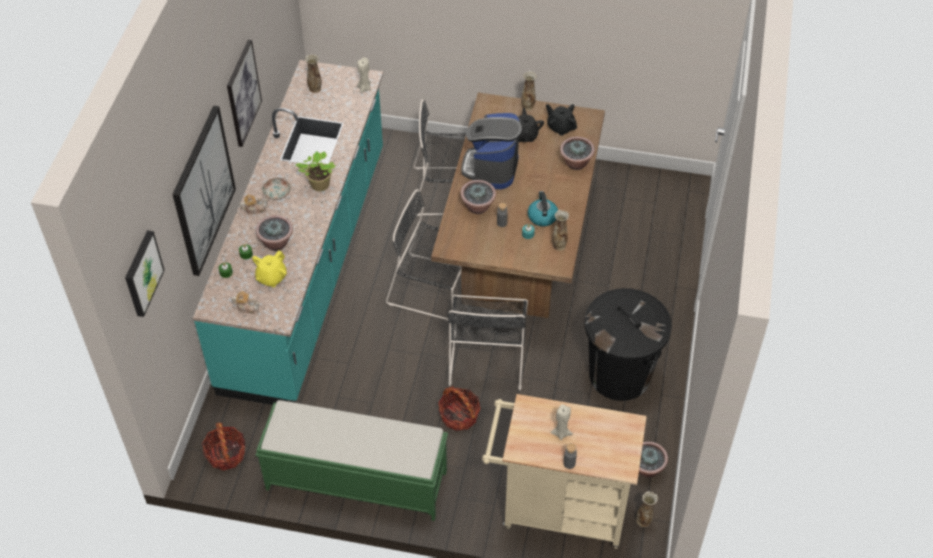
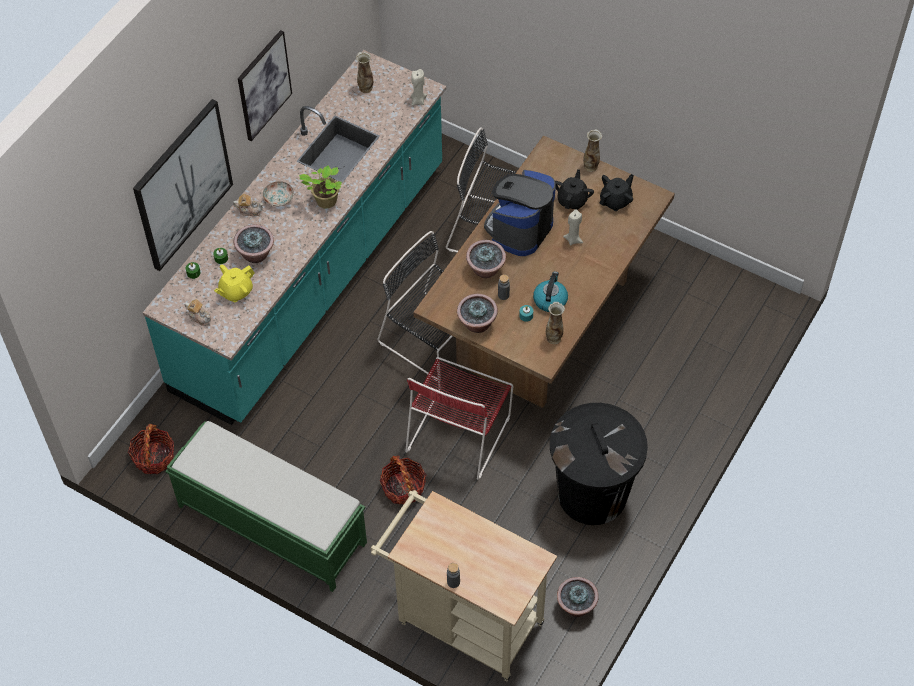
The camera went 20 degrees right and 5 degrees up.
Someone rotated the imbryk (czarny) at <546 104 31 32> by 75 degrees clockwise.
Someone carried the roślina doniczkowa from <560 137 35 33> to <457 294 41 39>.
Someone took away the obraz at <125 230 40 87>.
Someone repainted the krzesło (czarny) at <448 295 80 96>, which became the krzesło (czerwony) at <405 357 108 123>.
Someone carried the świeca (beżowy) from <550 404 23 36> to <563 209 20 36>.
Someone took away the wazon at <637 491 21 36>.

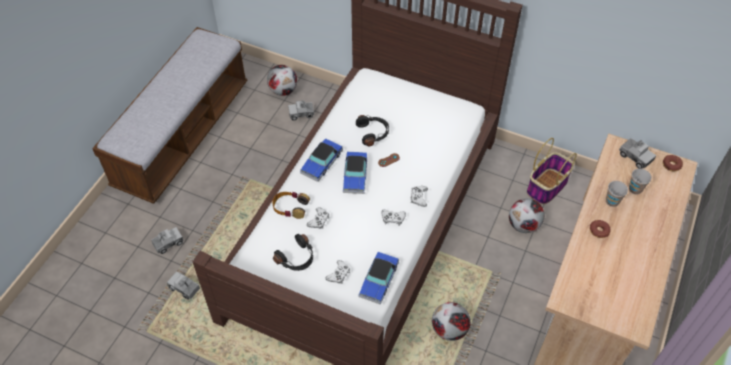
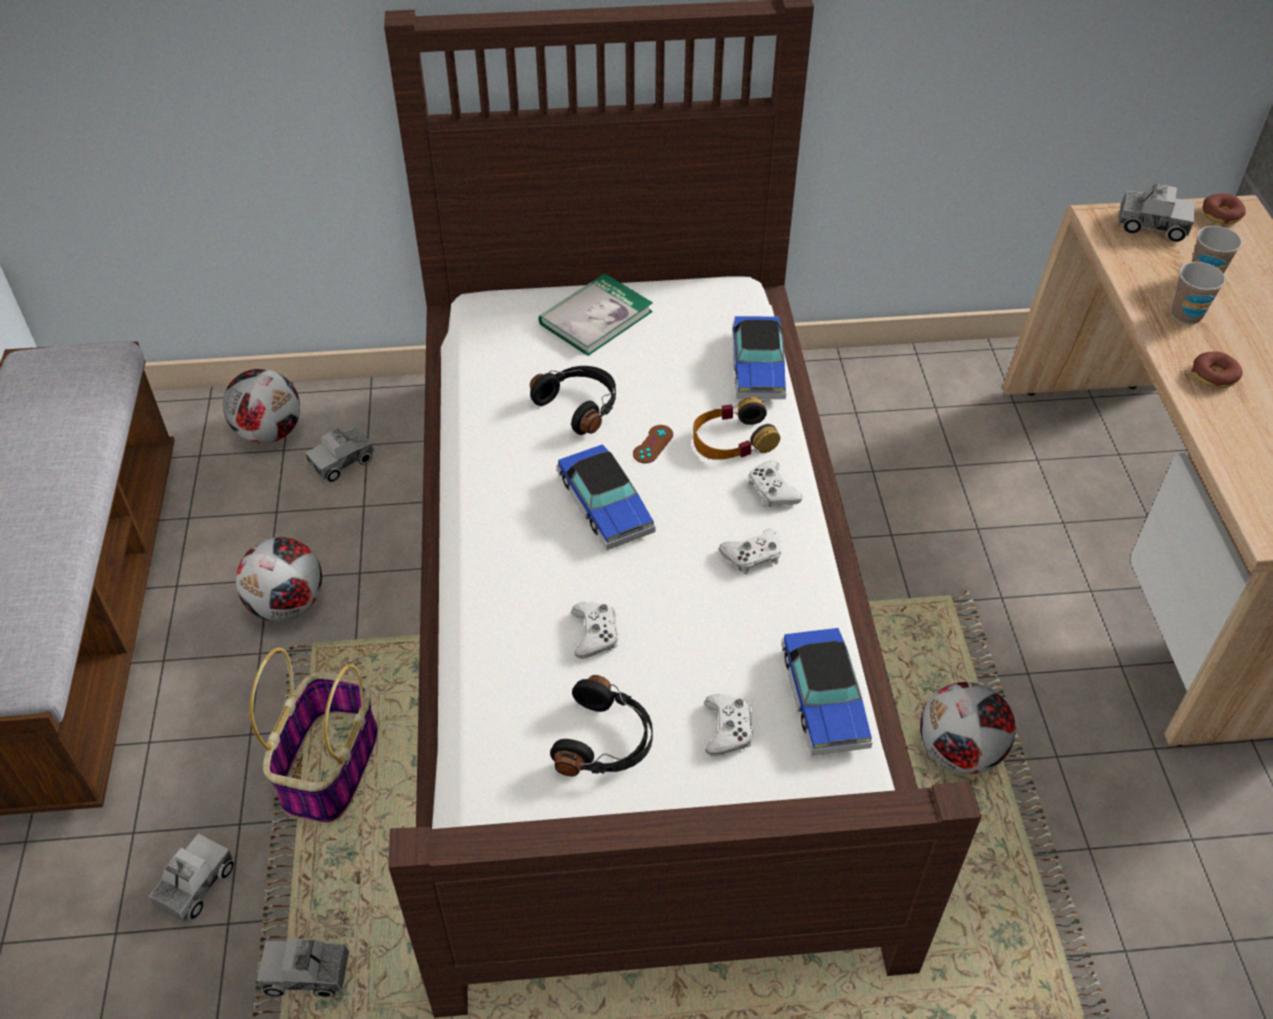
The camera went 30 degrees left and 5 degrees down.
Someone carried the koszyk from <527 138 50 67> to <249 648 129 175>.
Someone carried the samochodzik from <300 139 43 43> to <733 316 53 83>.
Someone carried the słuchawki from <272 192 38 27> to <693 397 87 63>.
Someone carried the piłka futbolowa from <509 198 35 35> to <236 537 86 85>.
Someone put down the książka at <539 273 114 83>.

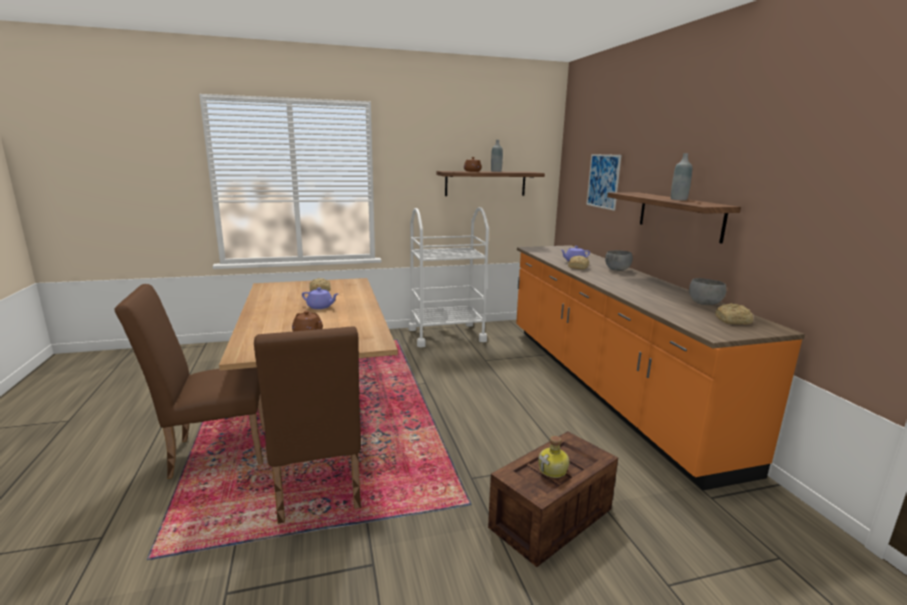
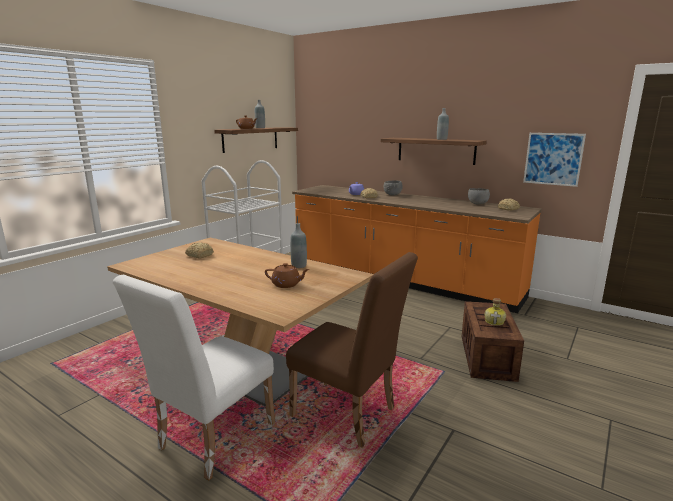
The camera went 40 degrees left and 0 degrees up.
Someone carried the obraz from <586 154 35 57> to <523 133 63 54>.
Someone repainted the krzesło (brązowy) at <114 284 151 195>, which became the krzesło (biały) at <113 275 162 206>.
Someone took away the imbryk (fioletowy) at <302 287 36 22>.
Someone put down the butelka (szary) at <290 223 17 45>.

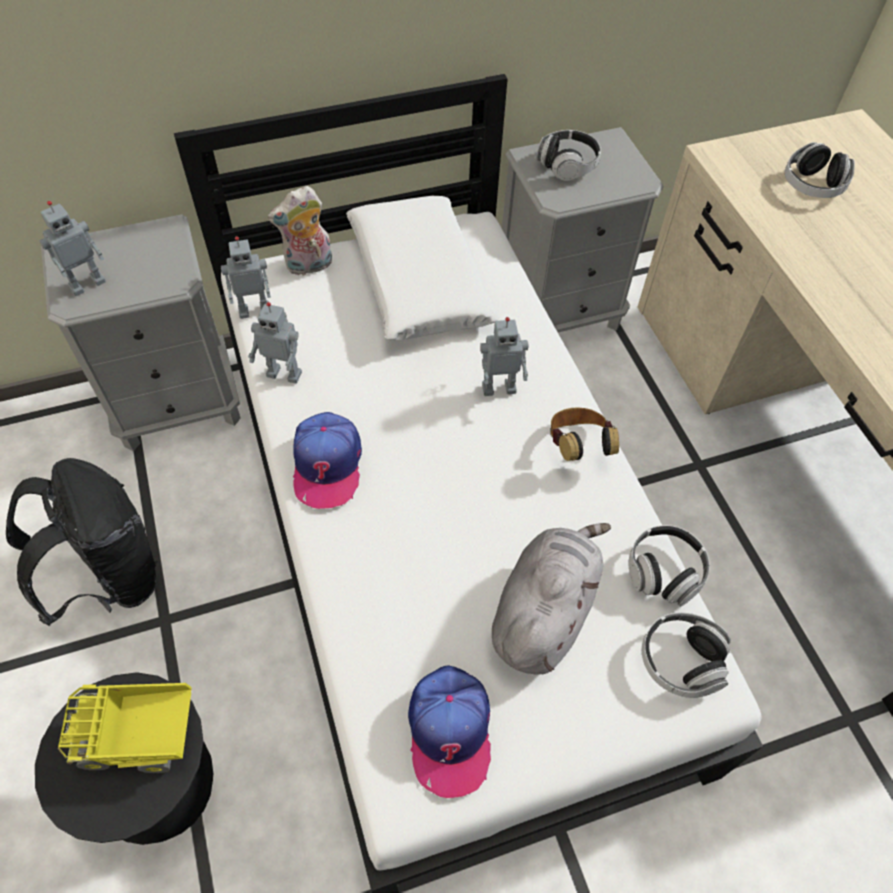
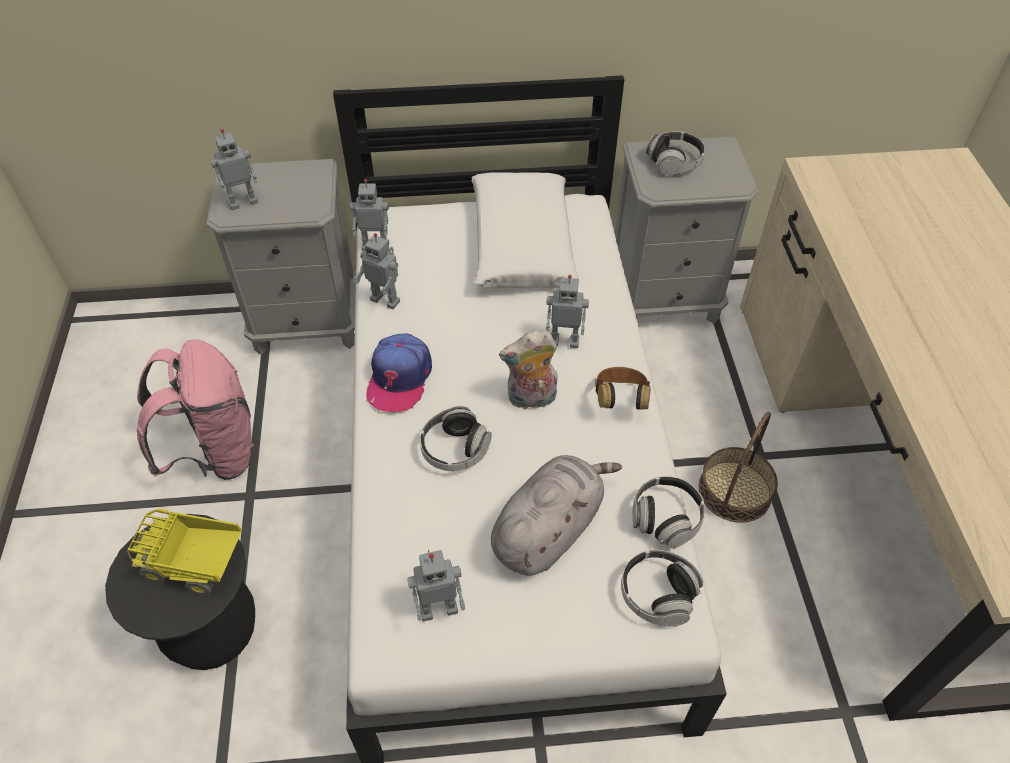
The camera went 15 degrees right and 5 degrees down.
Someone carried the słuchawki from <785 142 70 56> to <420 406 72 65>.
Someone carried the pluszak from <268 186 64 90> to <499 330 59 81>.
Someone repainted the plecak (czarny) at <6 458 151 168>, which became the plecak (różowy) at <137 339 117 141>.
Someone swapped the czapka z daszkiem at <408 665 83 133> for the robot zabawkowy at <408 550 57 71>.
Someone put down the koszyk at <699 412 79 111>.

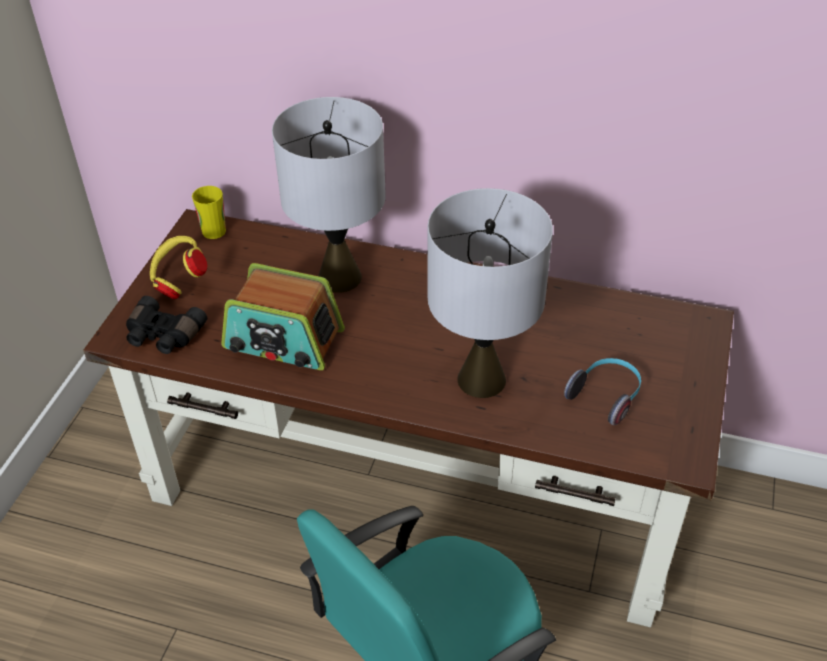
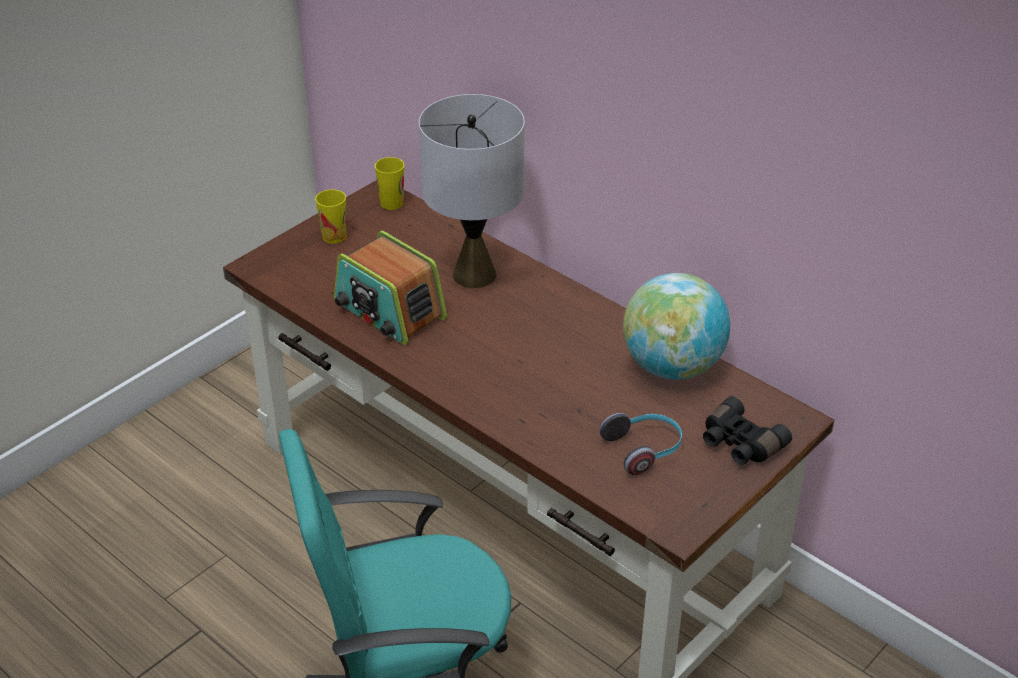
The camera went 25 degrees right and 5 degrees down.
Someone took away the lampa stołowa (szary) at <427 188 126 210>.
Someone swapped the słuchawki (żółty) at <150 236 57 63> for the filiżanka at <315 189 31 55>.
Someone carried the lornetka (czarny) from <126 296 81 58> to <703 396 89 69>.
Someone put down the globus at <623 273 107 107>.

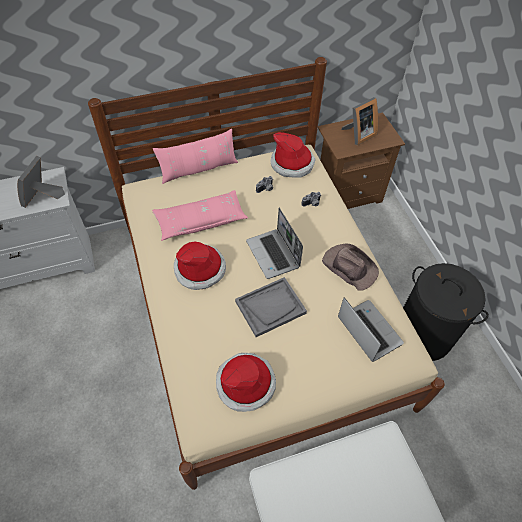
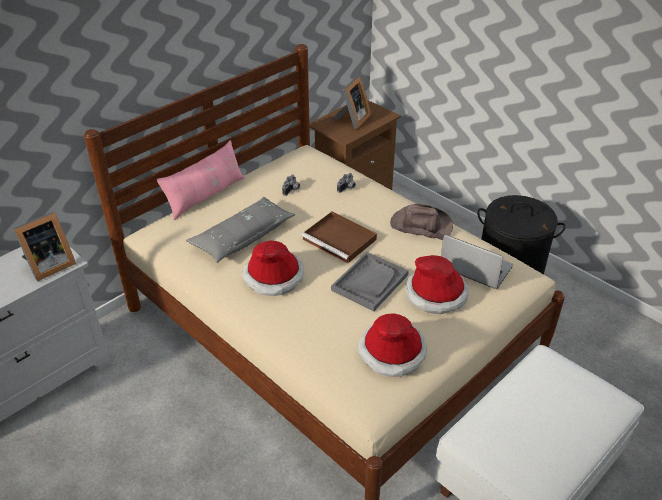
The camera went 25 degrees left and 15 degrees down.
Someone carried the kapelusz from <270 132 46 45> to <406 255 63 59>.
Someone rotated the ramka na zdjęcie at <17 156 48 52> by 120 degrees counterclockwise.
Someone repainted the poduszka (różowy) at <152 190 96 51>, which became the poduszka (szary) at <186 197 109 66>.
Someone swapped the laptop at <246 208 57 71> for the taca (brązowy) at <302 212 75 51>.

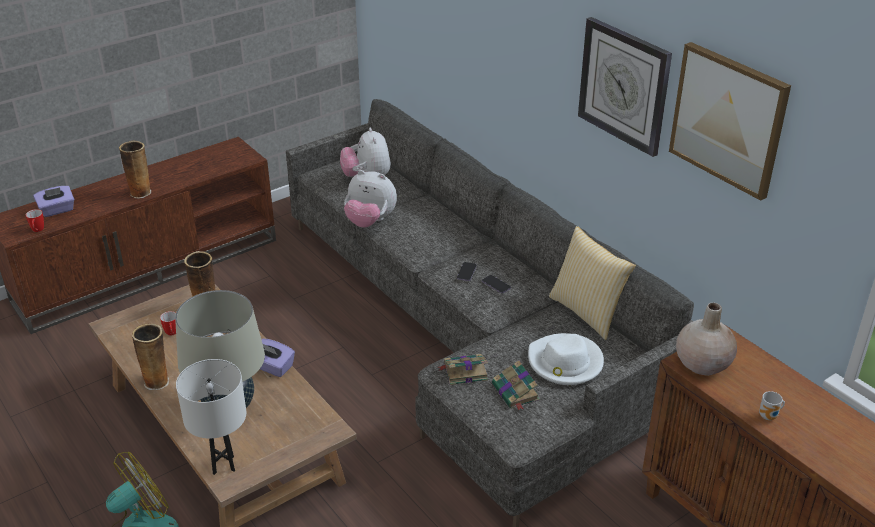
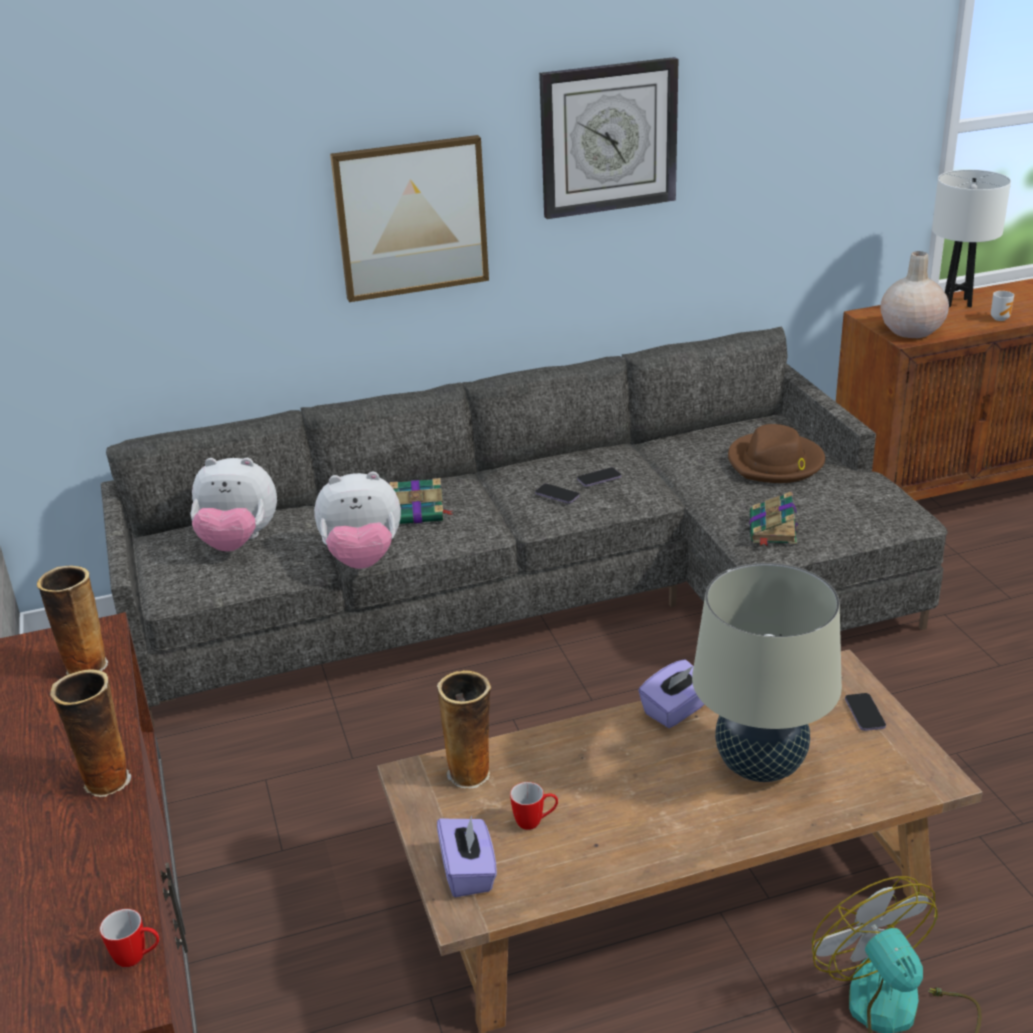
The camera went 70 degrees left and 5 degrees down.
Someone carried the obraz from <669 42 122 159> to <330 135 159 167>.
Someone rotated the pluszak at <344 170 53 58> by 45 degrees clockwise.
Someone carried the pudełko chusteczek (fioletowy) from <33 186 41 31> to <437 815 60 82>.
Someone took away the poduszka at <549 226 87 114>.
Someone carried the wazon from <132 324 37 66> to <37 566 71 109>.
Someone repainted the kapelusz (biały) at <528 333 76 52>, which became the kapelusz (brązowy) at <728 424 97 59>.
Someone carried the lampa stołowa (biały) from <176 359 70 116> to <932 170 79 138>.
Someone carried the książka from <492 360 47 50> to <389 478 64 46>.
Someone put down the telefon at <845 693 41 38>.

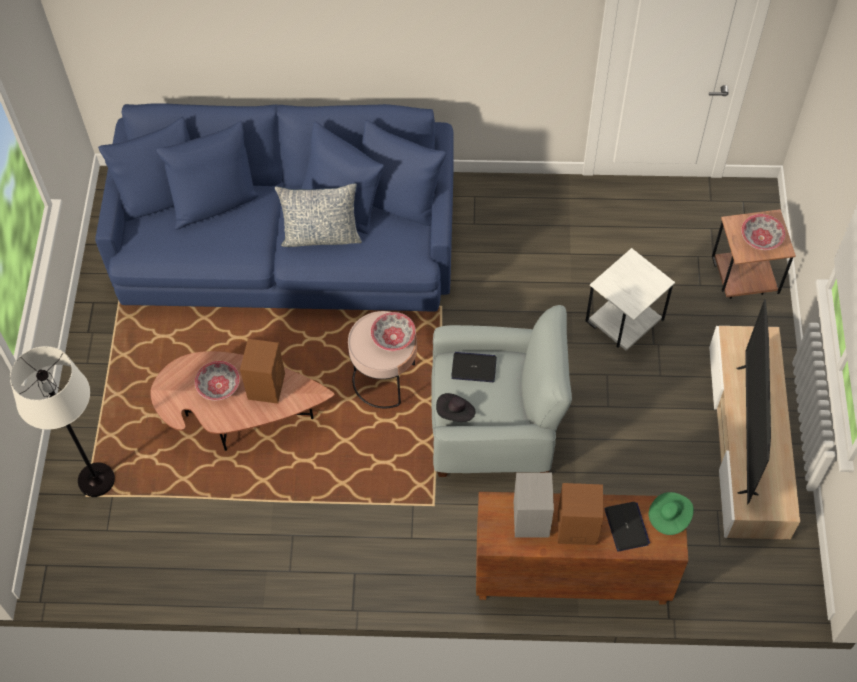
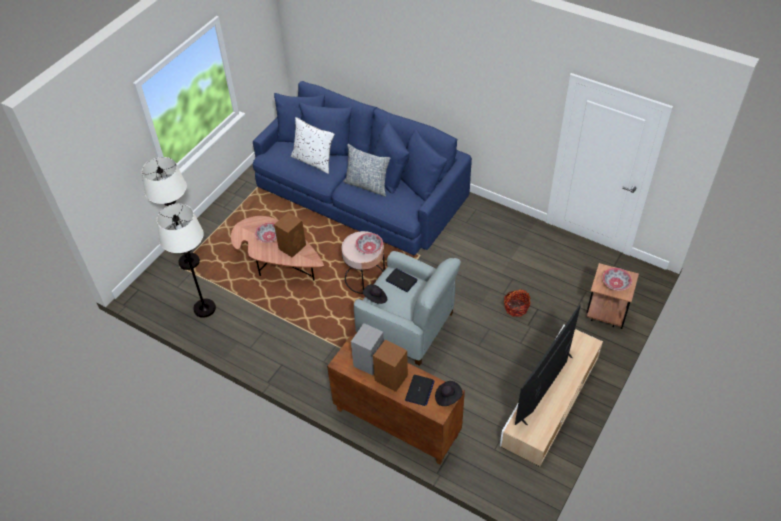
The camera went 30 degrees right and 10 degrees down.
Someone swapped the stolik (biały) at <586 248 89 103> for the koszyk at <504 289 26 28>.
Someone repainted the kapelusz (zielony) at <649 492 45 43>, which became the kapelusz (czarny) at <435 381 28 25>.
Someone put down the poduszka (biały) at <291 117 44 57>.
Someone put down the lampa stojąca (biały) at <157 204 59 114>.

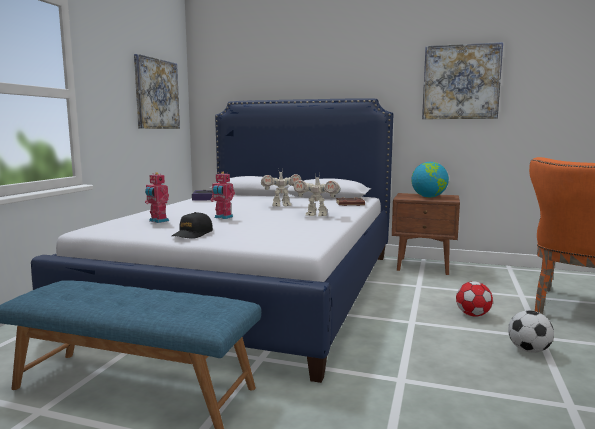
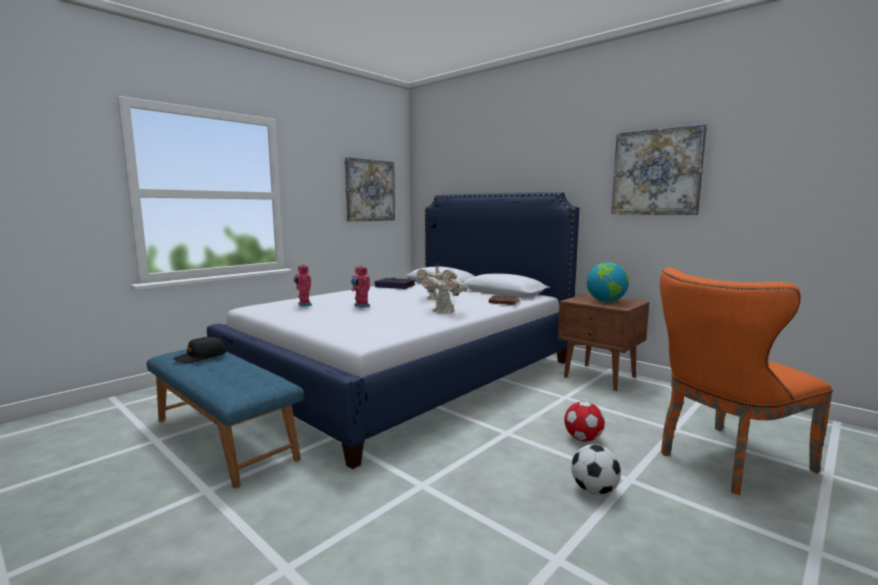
The camera went 25 degrees right and 0 degrees up.
Someone carried the czapka z daszkiem (czarny) from <172 212 41 27> to <173 337 53 26>.

